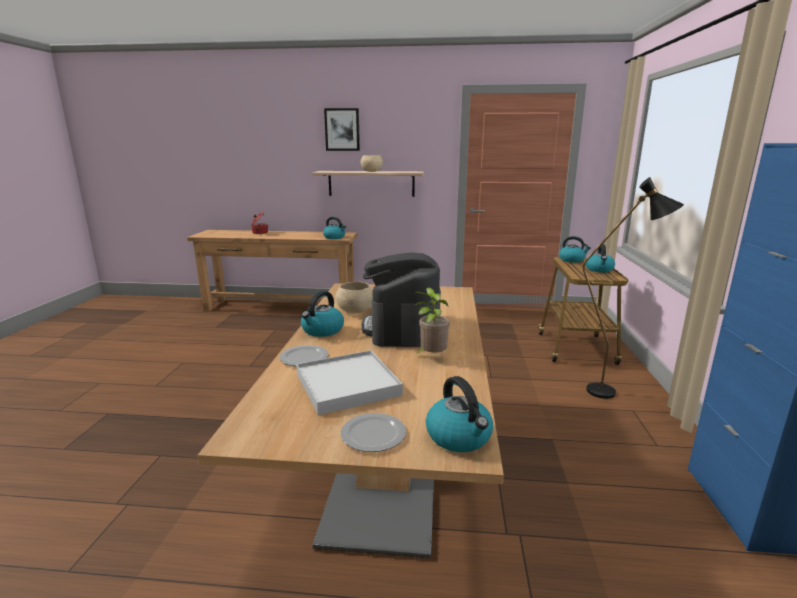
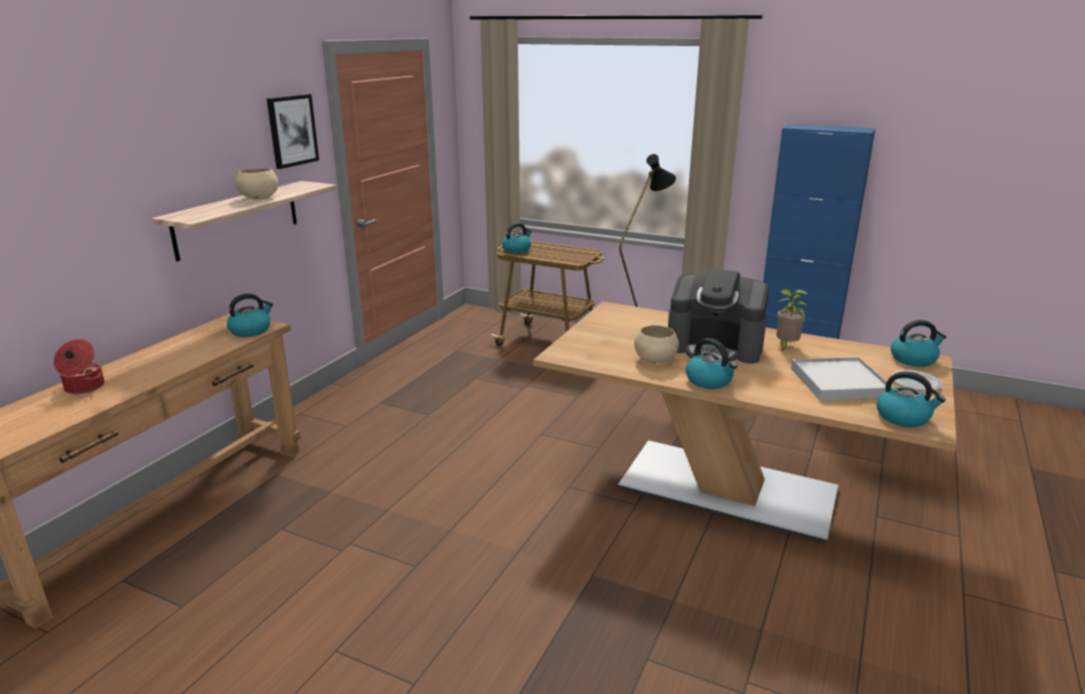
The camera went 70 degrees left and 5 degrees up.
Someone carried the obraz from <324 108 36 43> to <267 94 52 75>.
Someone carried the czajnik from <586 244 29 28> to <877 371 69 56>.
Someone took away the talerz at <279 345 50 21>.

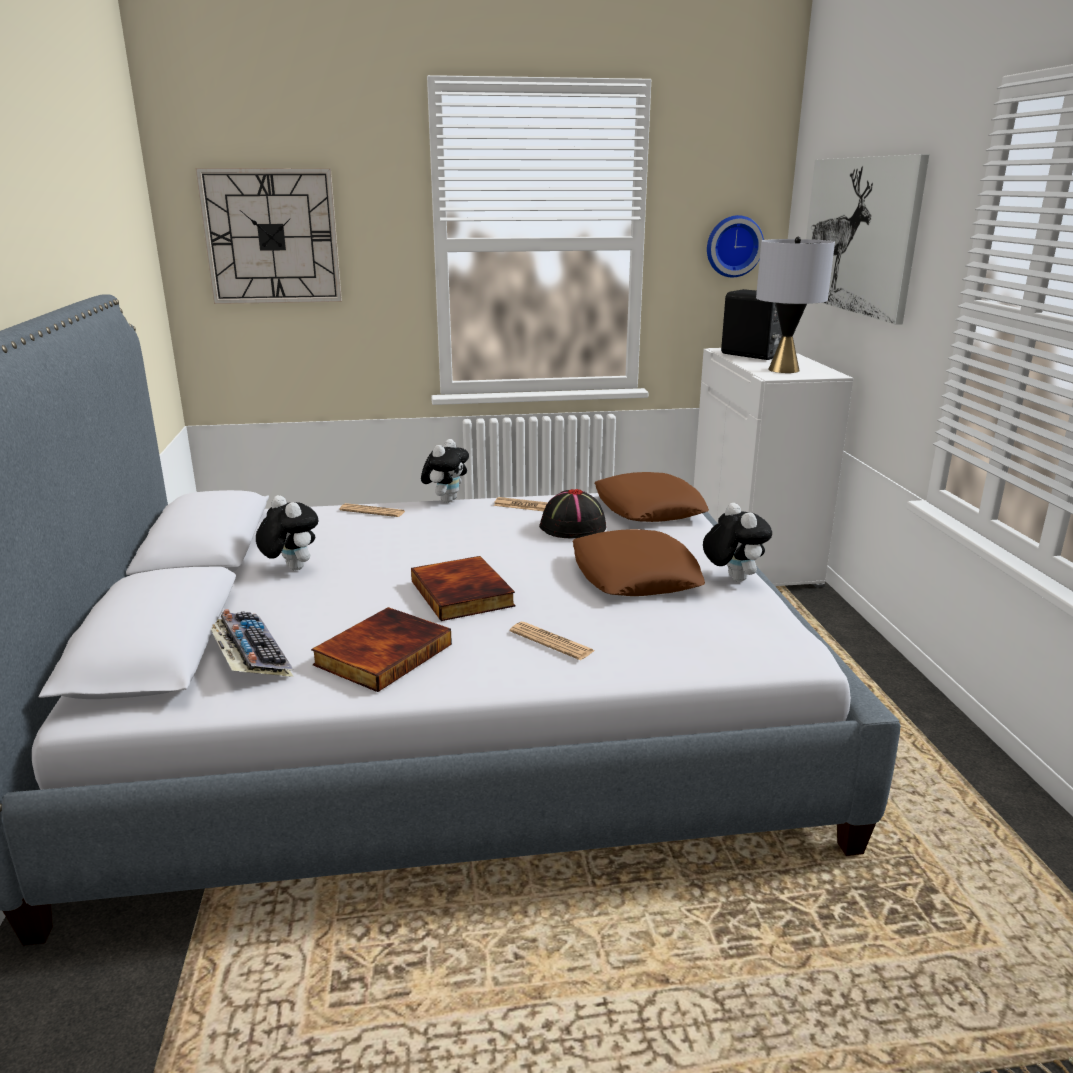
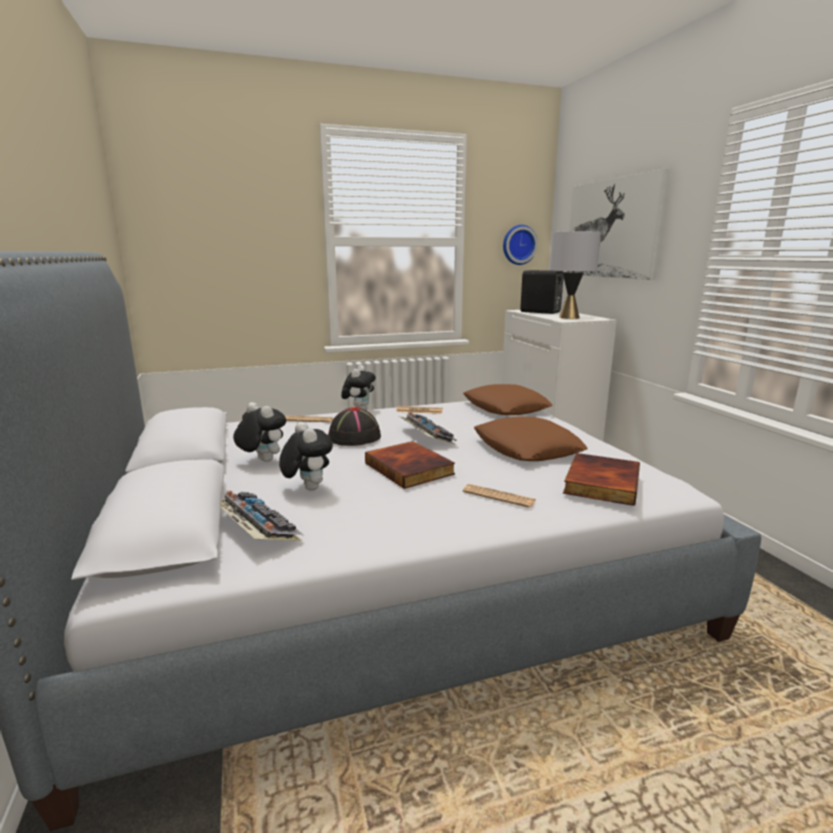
The camera went 10 degrees left and 5 degrees down.
Someone took away the zegar ścienny at <196 168 146 136>.
Someone carried the kapelusz (czarny) from <539 489 67 49> to <328 407 53 39>.
Someone carried the pluszak from <703 503 69 79> to <279 422 54 69>.
Someone carried the książka from <311 607 141 85> to <563 453 77 53>.
Someone put down the klawiatura at <399 412 59 33>.

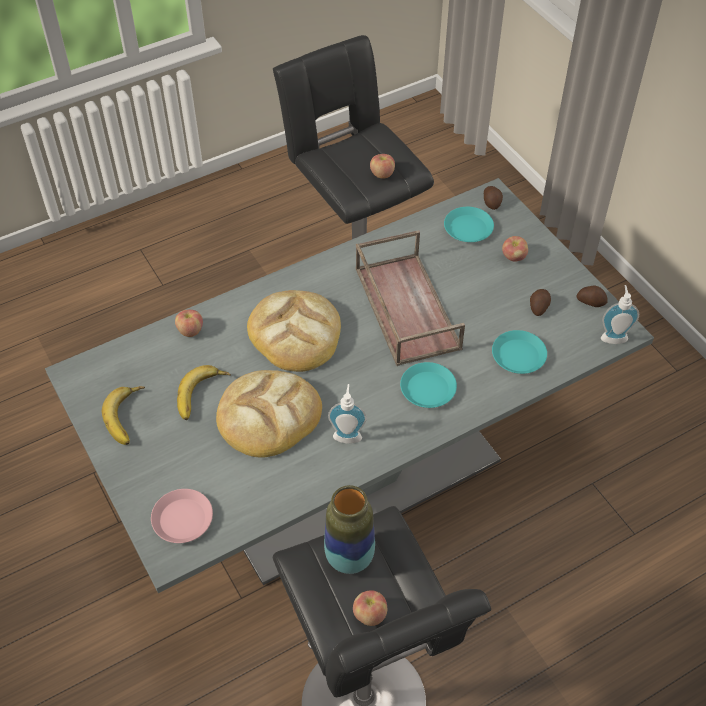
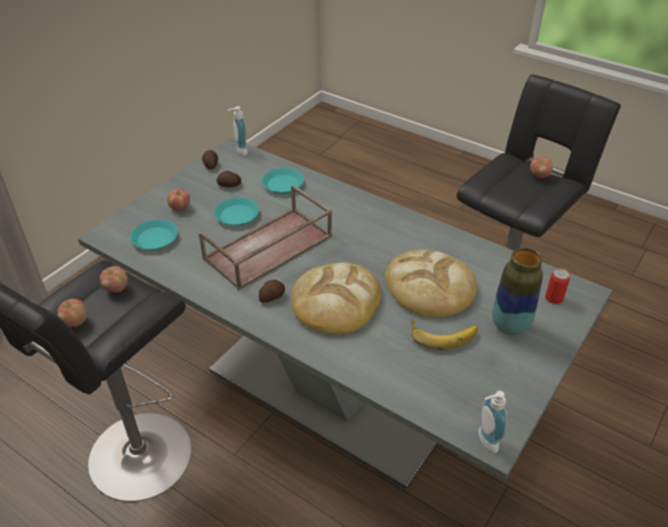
The camera went 115 degrees left and 10 degrees down.
Someone carried the ziemniak from <484 186 19 24> to <259 280 26 23>.
Someone carried the jabłko from <175 310 28 27> to <57 299 30 28>.
Someone carried the talerz (turkusowy) from <400 362 57 46> to <214 197 45 29>.
Someone carried the dozownik mydła from <328 384 39 60> to <478 391 29 62>.
Someone took away the banan at <102 386 43 59>.
Someone carried the wazon from <324 485 51 89> to <492 247 51 88>.
Someone swapped the talerz (różowy) at <151 489 62 54> for the puszka at <545 268 25 36>.

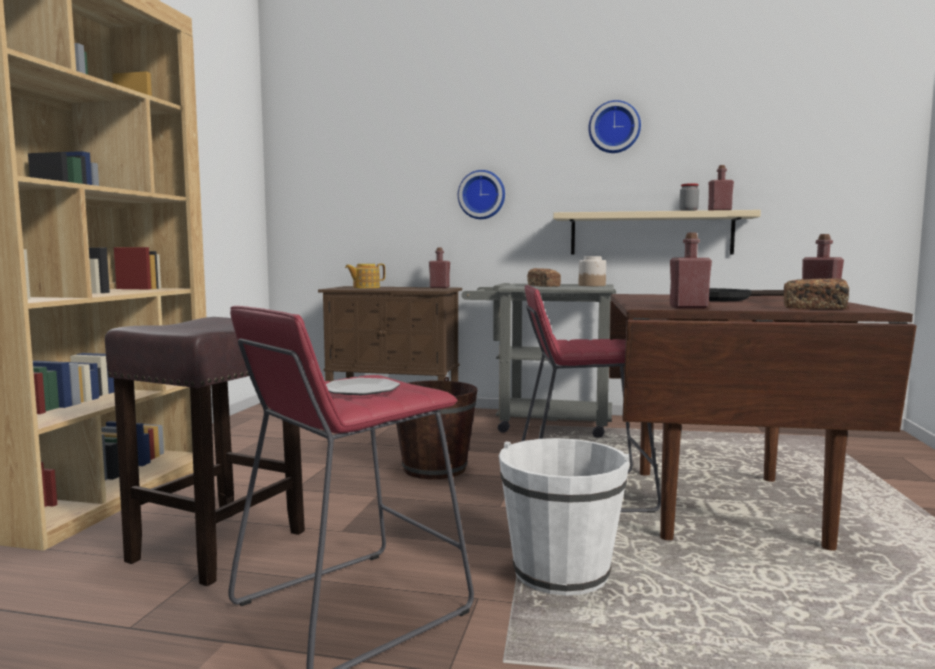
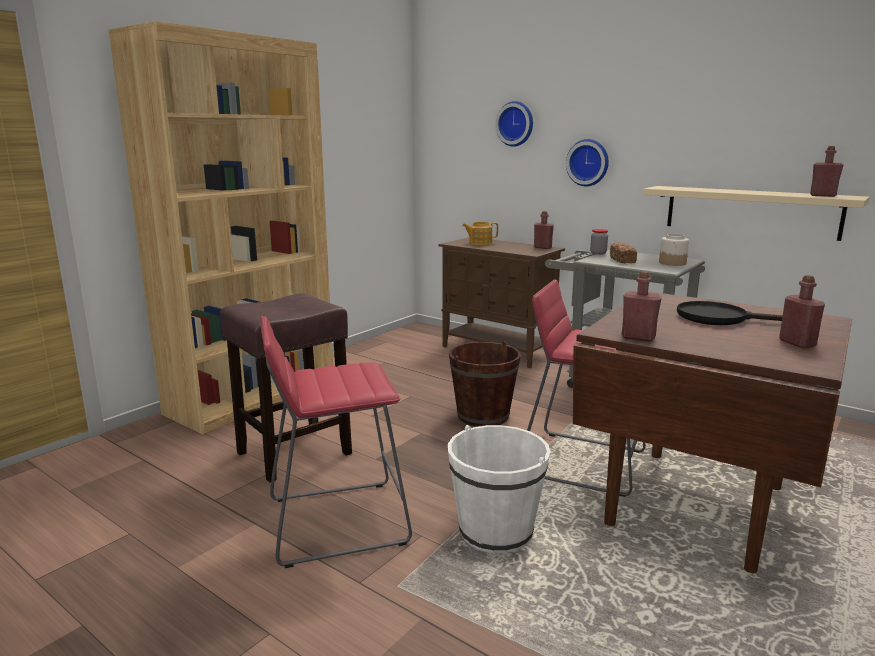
The camera went 25 degrees right and 10 degrees up.
Someone carried the zegar ścienny from <588 100 53 53> to <495 101 38 46>.
Someone carried the słoik from <679 183 20 28> to <590 229 18 26>.
Someone took away the chleb at <783 278 66 31>.
Someone took away the talerz at <326 378 74 17>.

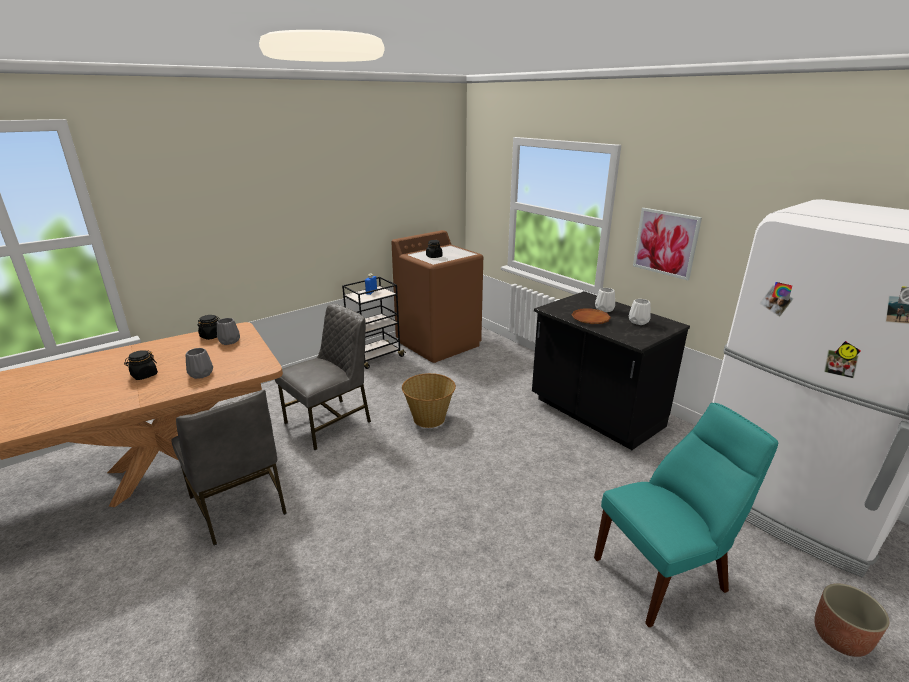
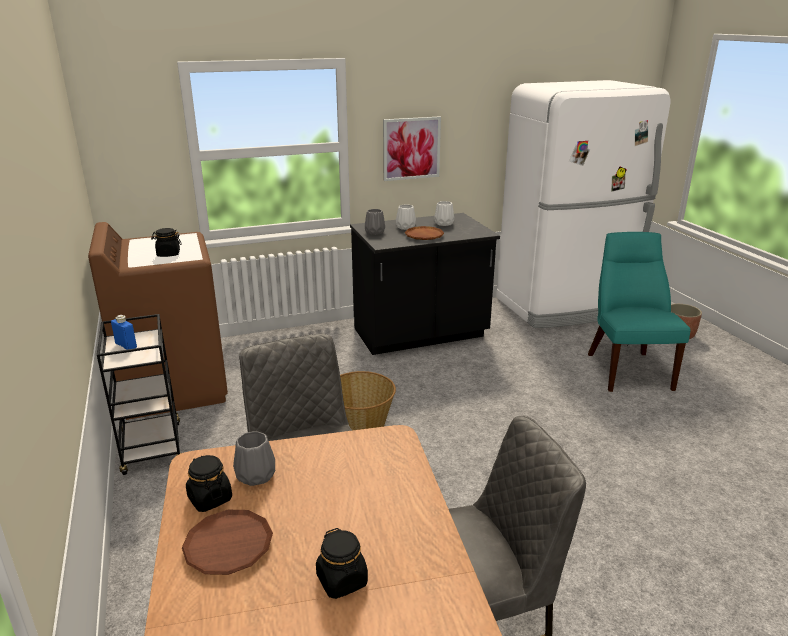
The camera went 70 degrees left and 0 degrees up.
Someone carried the wazon (szary) from <186 348 27 31> to <365 209 20 26>.
Someone put down the talerz (brązowy) at <182 510 91 65>.

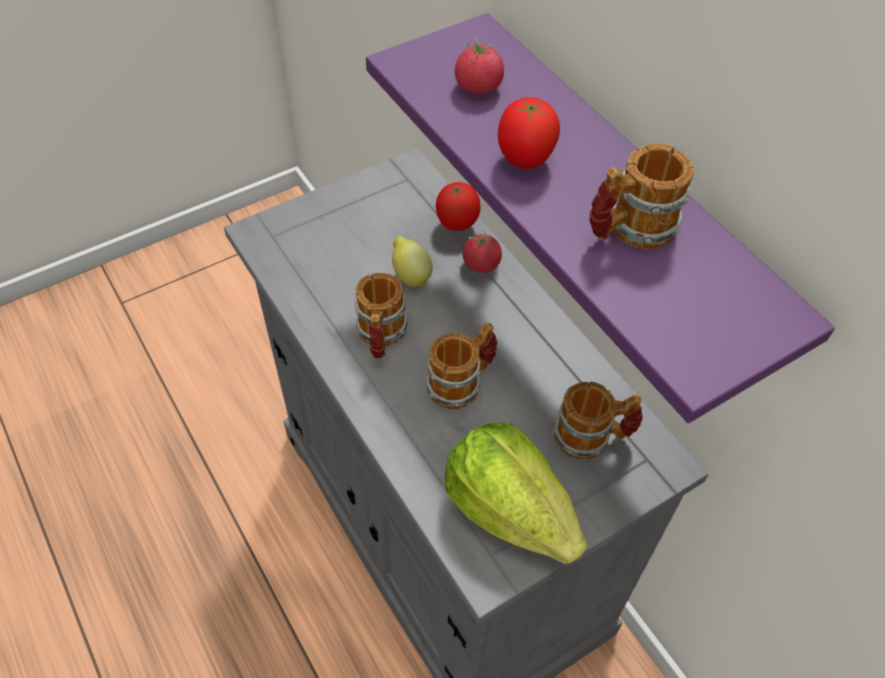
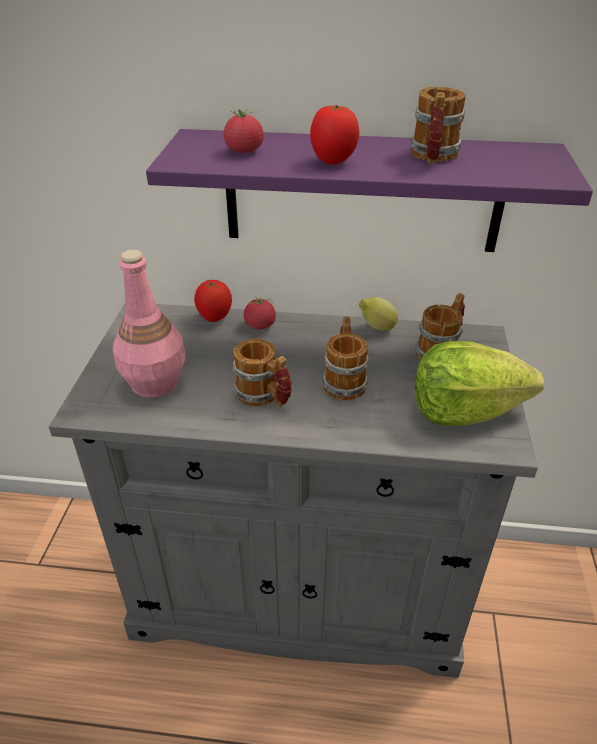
The camera went 50 degrees left and 15 degrees down.
Someone carried the cytryna from <392 236 41 51> to <359 297 39 34>.
Someone put down the butelka (różowy) at <113 250 72 148>.

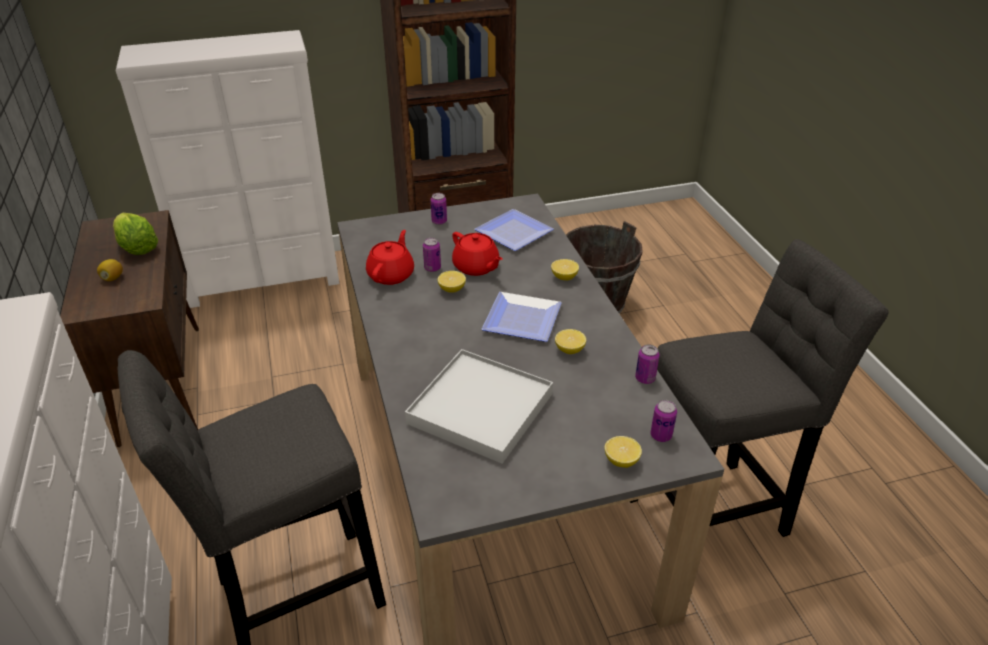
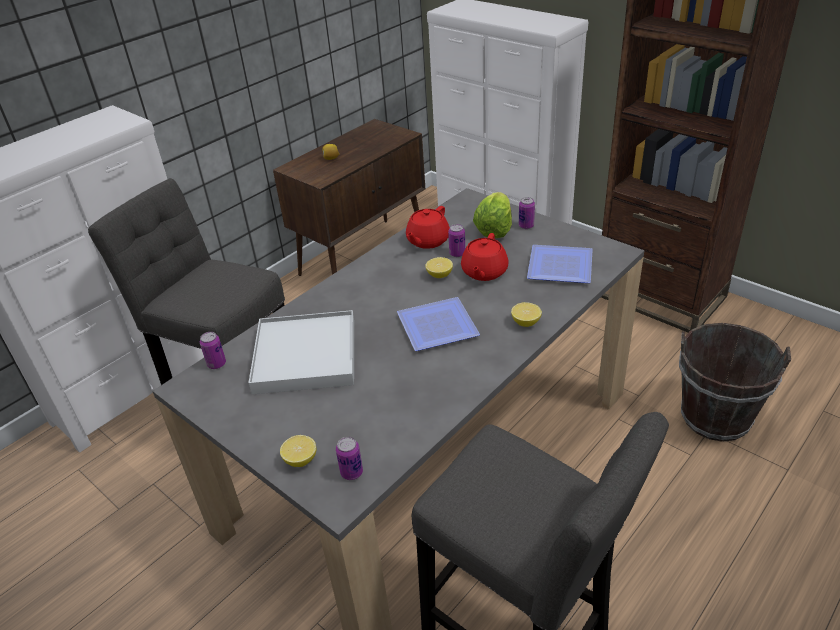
The camera went 60 degrees right and 0 degrees up.
Someone carried the sałata from <113 213 45 42> to <473 192 39 46>.
Someone rotated the imbryk (czerwony) at <366 230 48 55> by 135 degrees clockwise.
Someone took away the cytryna at <555 329 31 25>.
Someone carried the puszka from <635 344 25 40> to <200 332 26 37>.

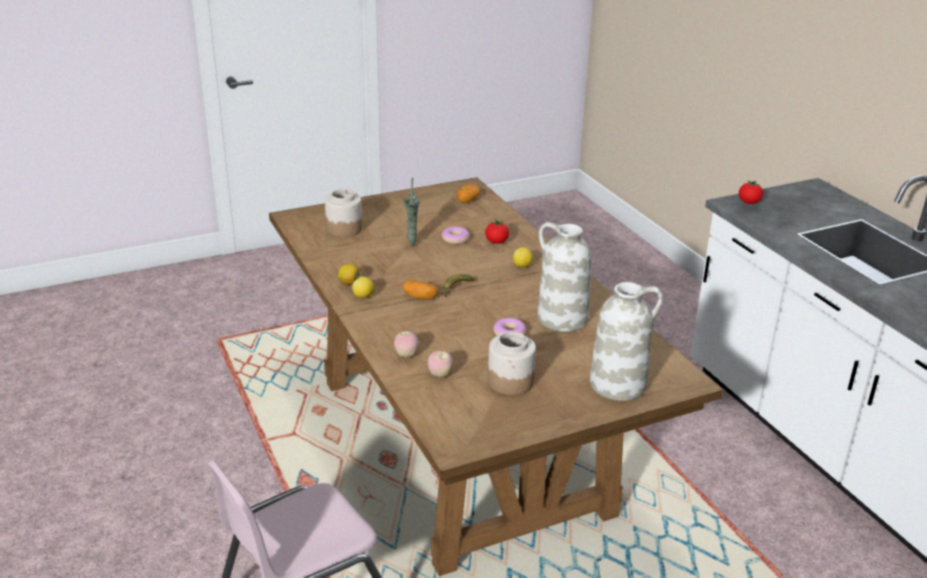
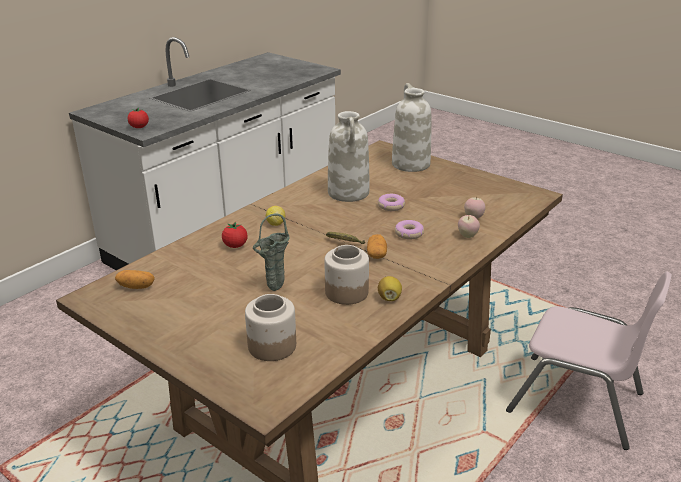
The camera went 115 degrees left and 0 degrees up.
Someone carried the donut from <442 226 28 19> to <395 220 29 19>.
Someone took away the cytryna at <352 277 22 21>.
Someone carried the słoik from <488 332 48 63> to <324 245 45 60>.

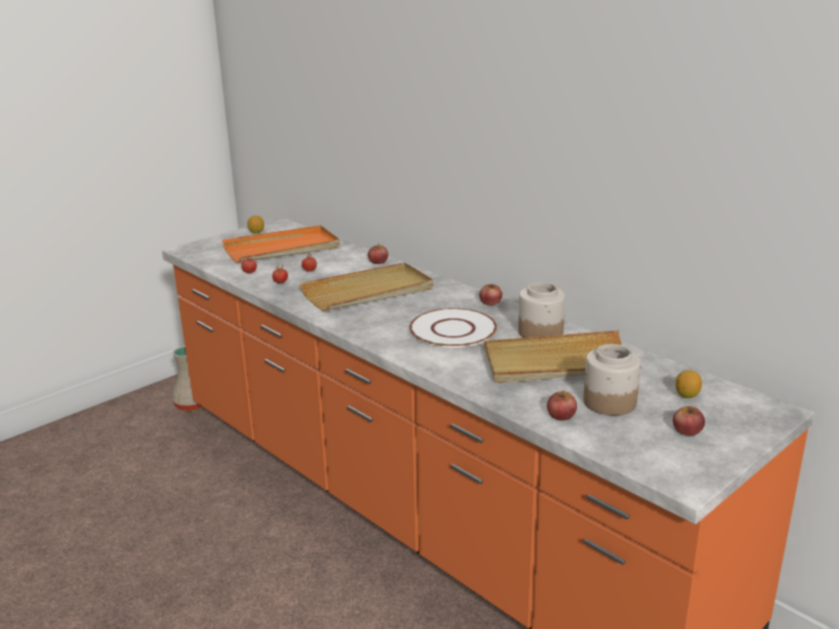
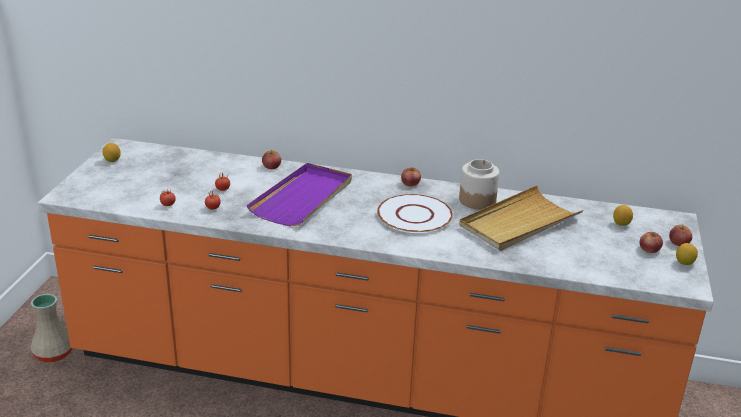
The camera went 35 degrees left and 5 degrees up.
Someone took away the taca (pomarańczowy) at <222 225 118 38>.
Someone repainted the taca (beżowy) at <300 263 133 48>, which became the taca (fioletowy) at <247 163 105 64>.
Someone took away the słoik at <583 344 58 72>.
Someone carried the jabłko from <547 390 30 31> to <669 224 23 22>.
Someone put down the cytryna at <676 243 22 22>.

